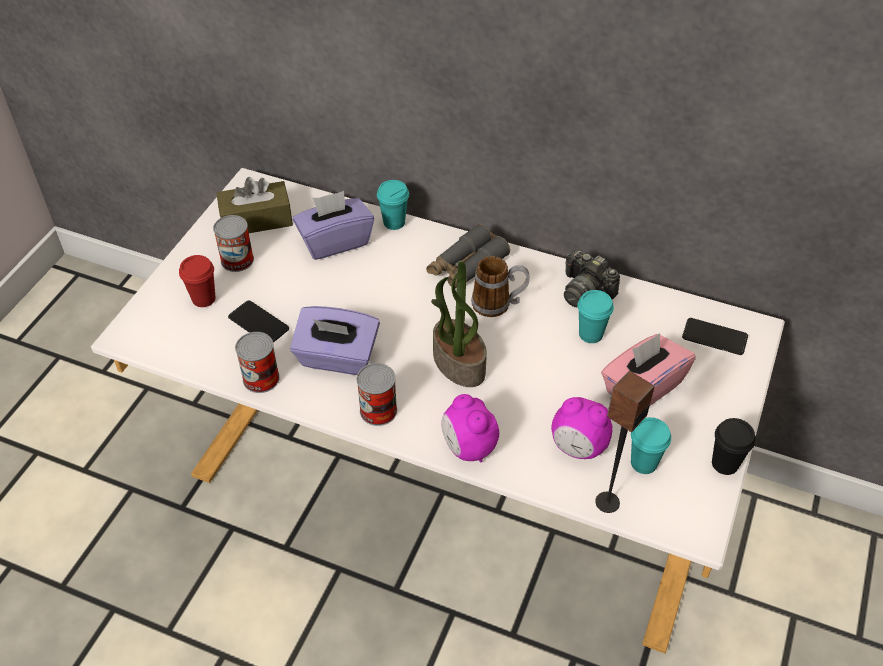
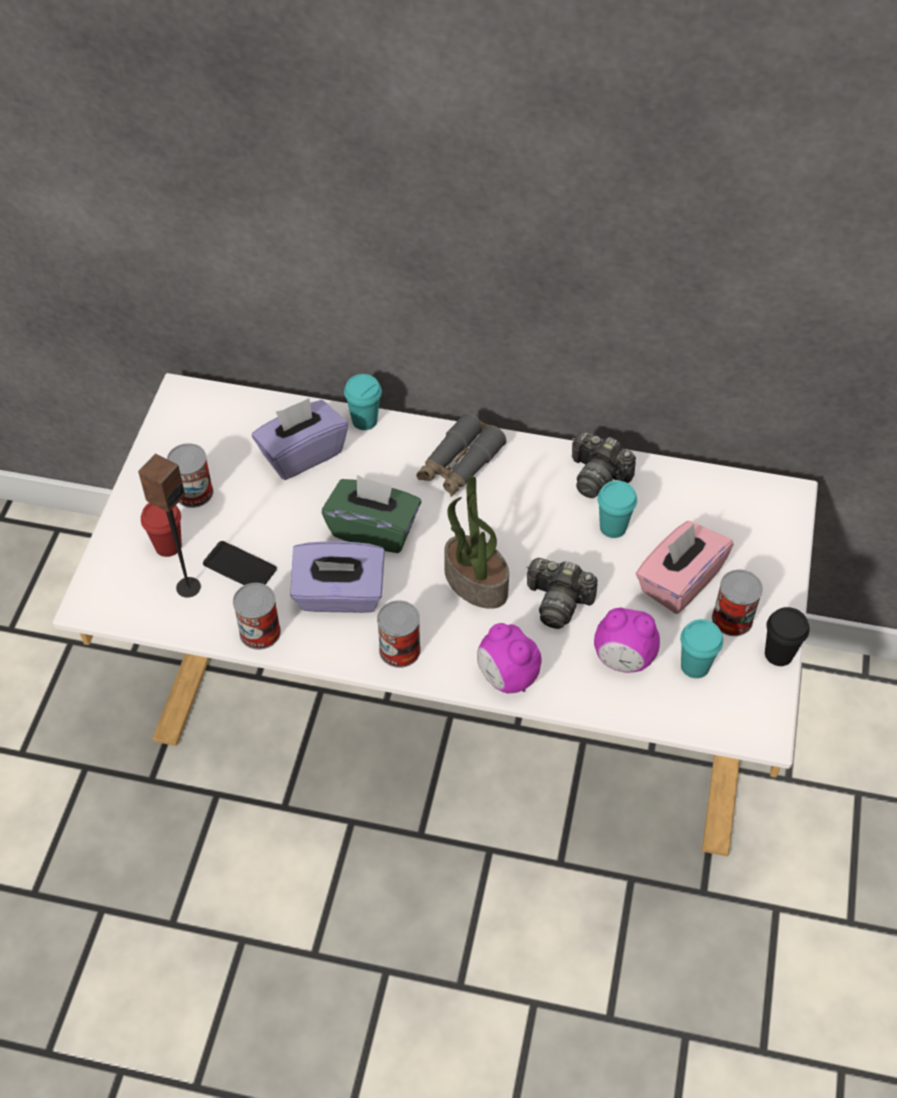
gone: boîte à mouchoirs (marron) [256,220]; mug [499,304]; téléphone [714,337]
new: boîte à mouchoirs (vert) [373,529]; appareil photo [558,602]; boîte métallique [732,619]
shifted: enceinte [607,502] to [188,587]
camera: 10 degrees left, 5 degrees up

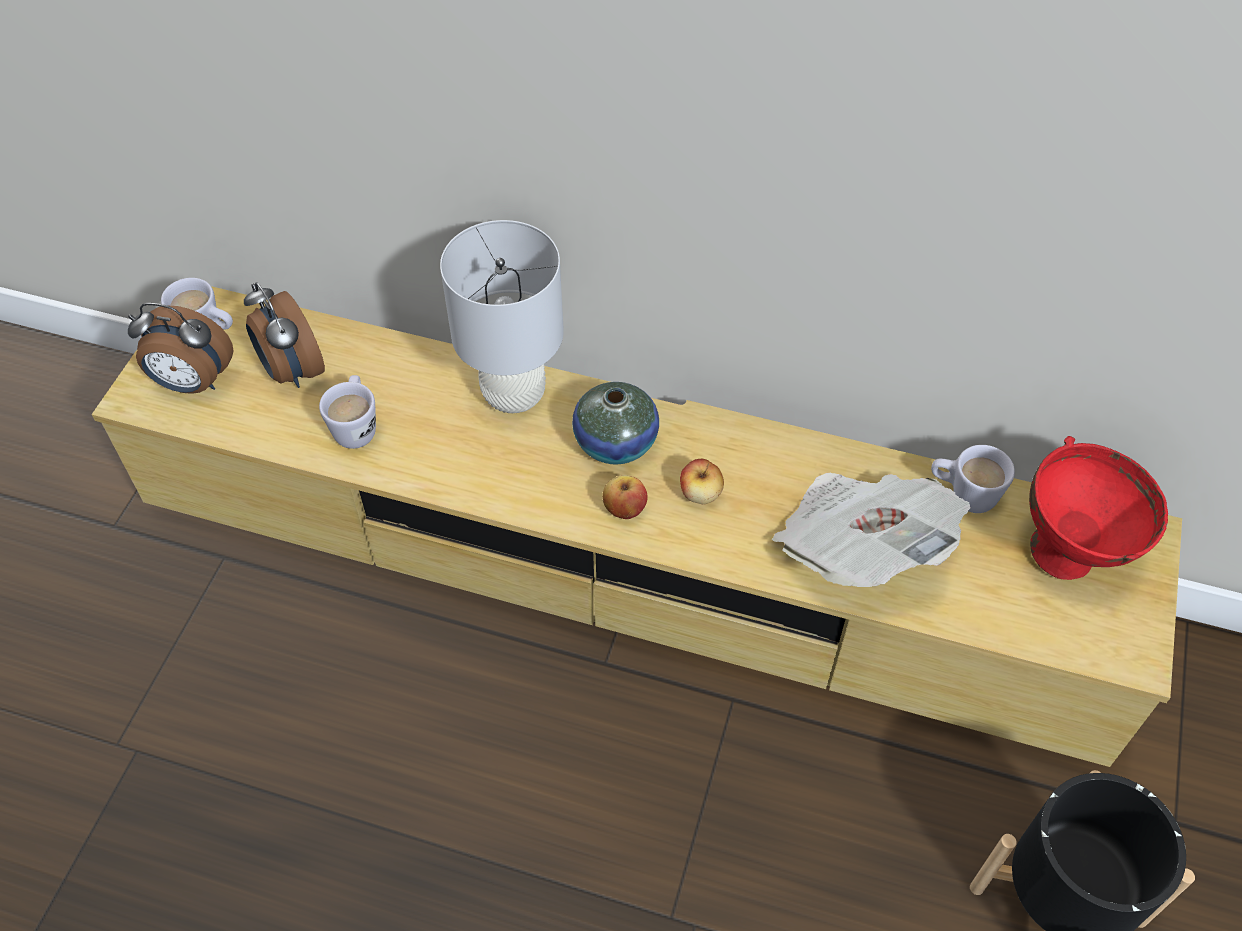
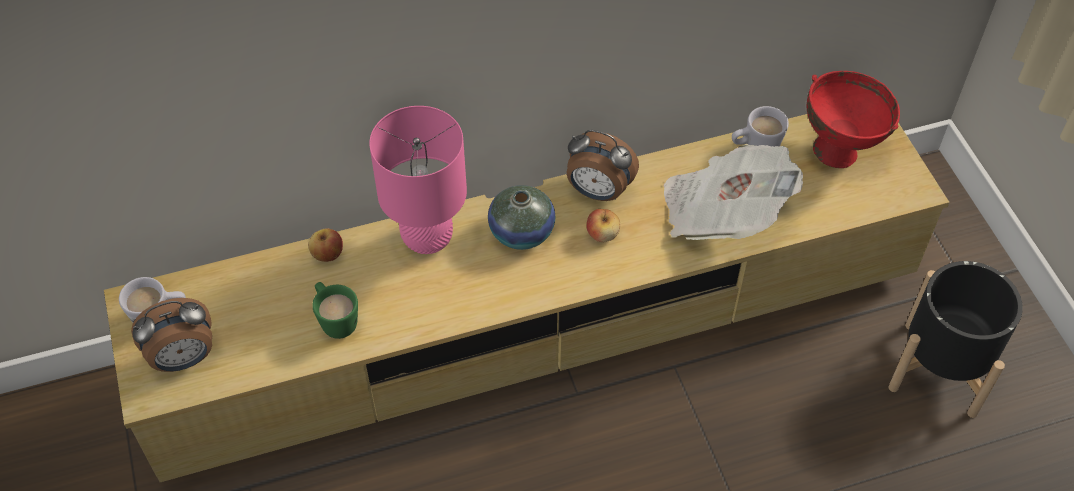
shifted: réveil [291,371] to [598,192]; pomme [624,508] to [327,254]
repainted: mug (blanc) [356,426] to mug (vert) [335,320]; lampe de table (gris) [514,393] to lampe de table (rose) [426,237]
camera: 35 degrees left, 0 degrees up

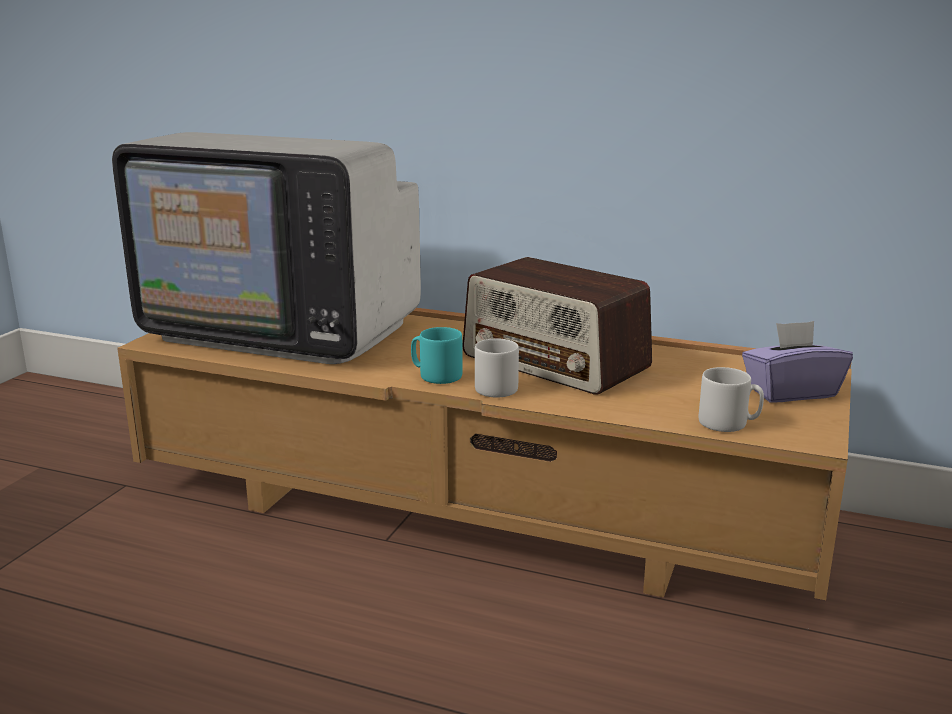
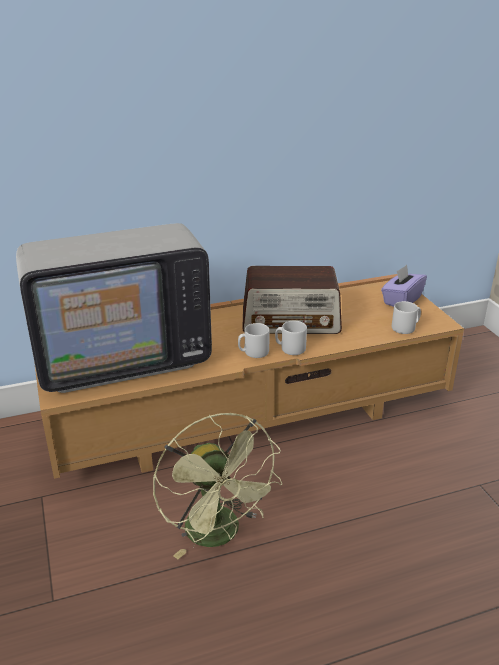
new: ventilateur (vert) [219,535]
repainted: mug (turquoise) [436,375] to mug (gris) [253,352]
camera: 40 degrees left, 10 degrees up

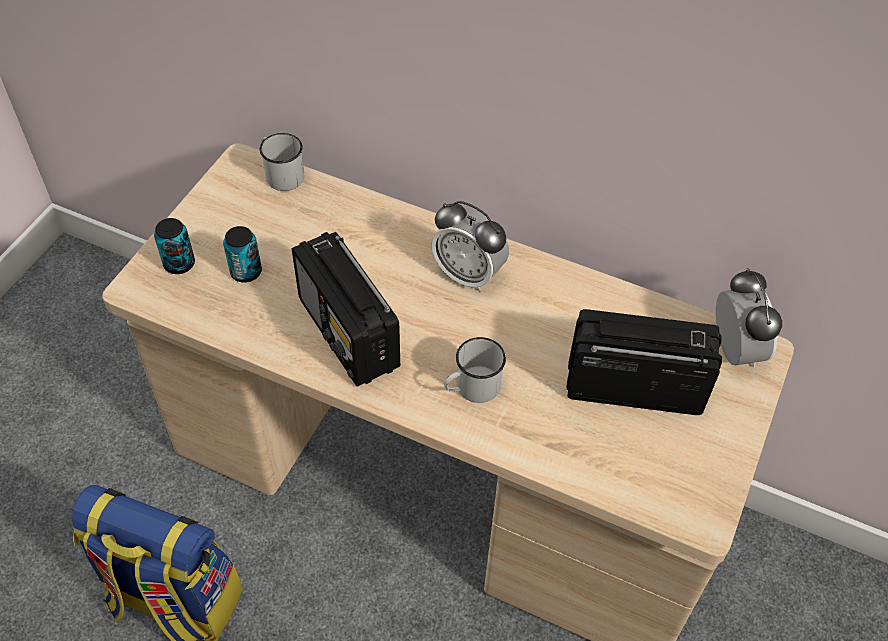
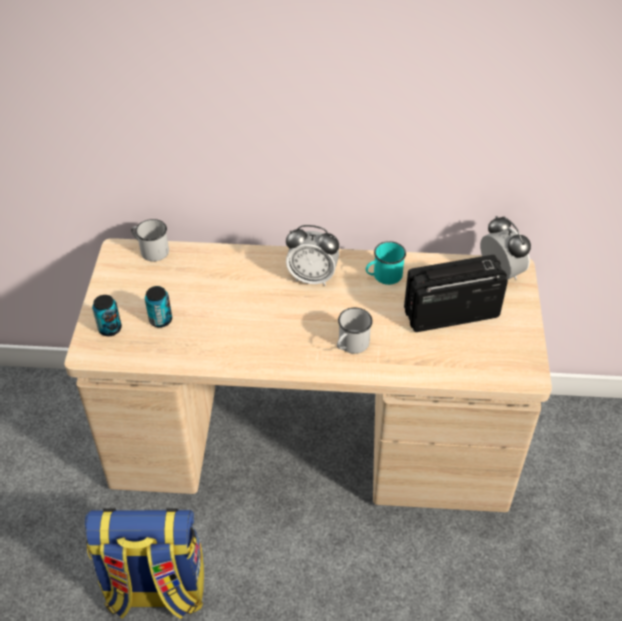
gone: radio [349,334]
new: mug (turquoise) [383,276]
camera: 20 degrees left, 5 degrees down

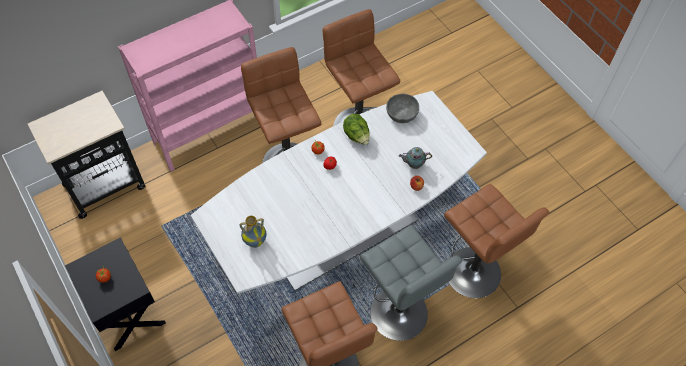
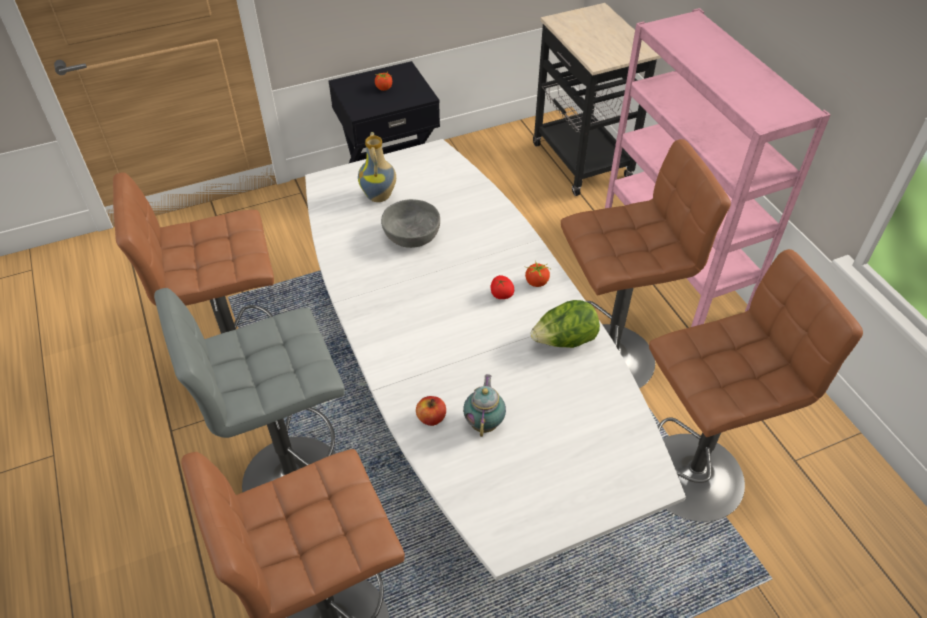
shifted: bol (gris) [401,114] to [411,235]
camera: 100 degrees right, 10 degrees down

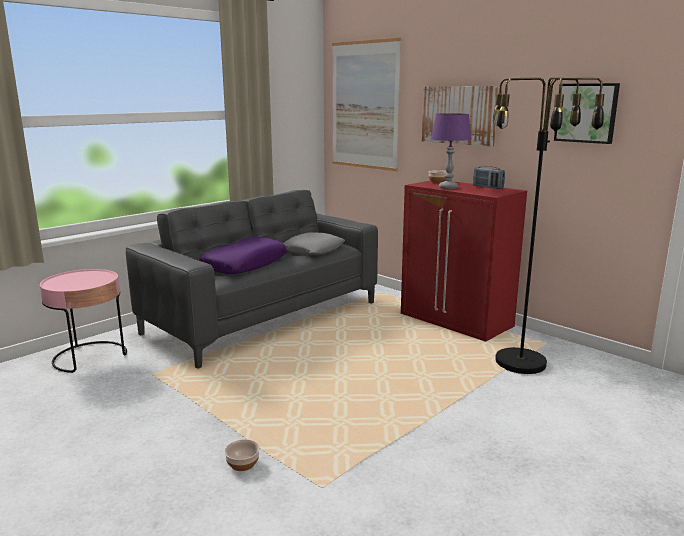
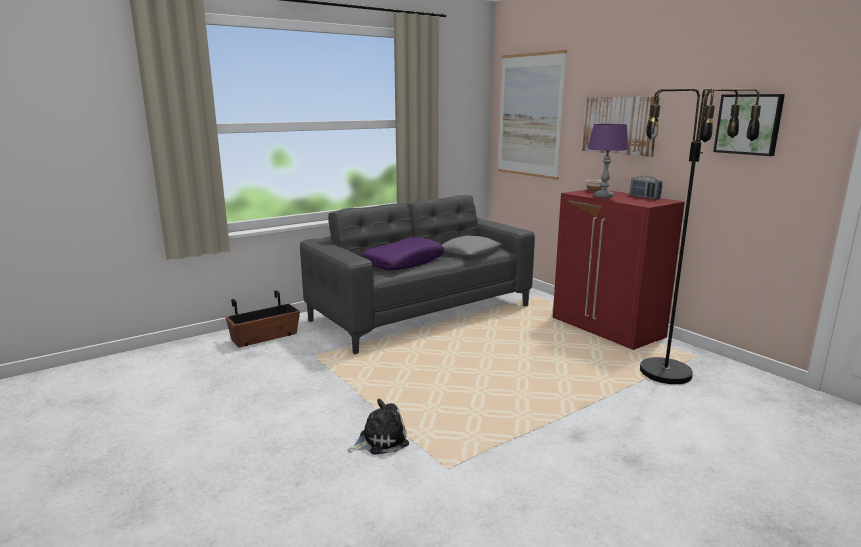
swapped: table d'appoint (rose) [90,357] to cache-pot [265,337]; bol [242,463] to peluche [380,440]
camera: 10 degrees right, 0 degrees up

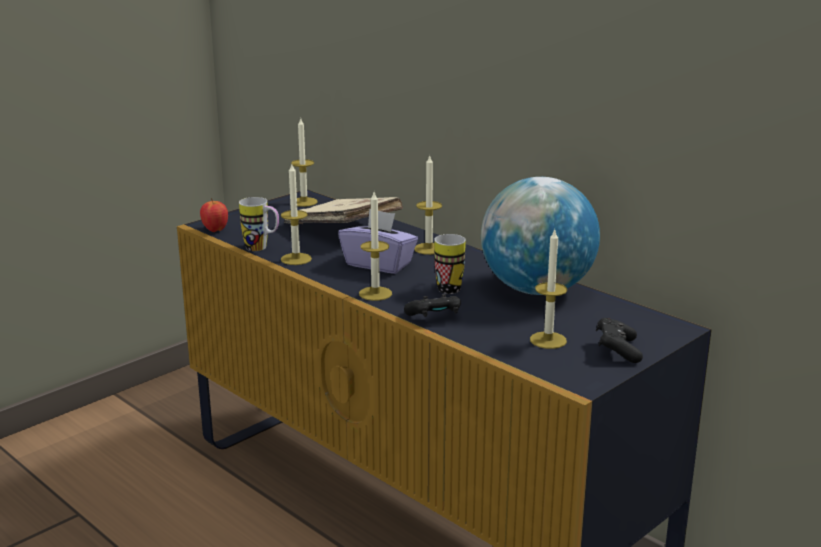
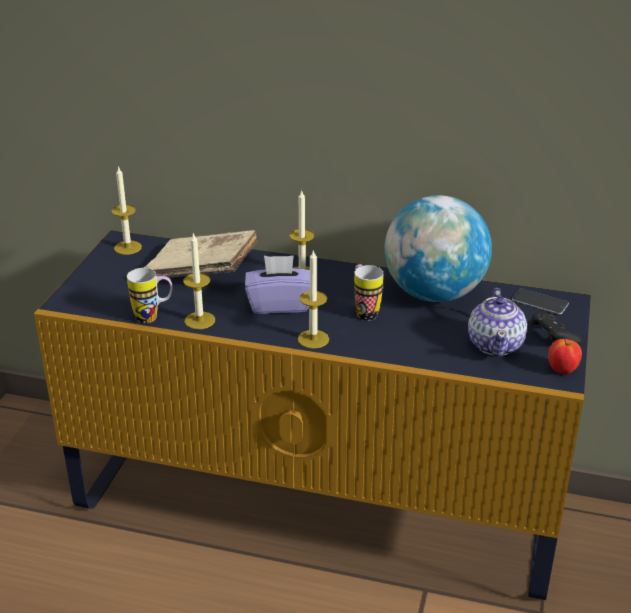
gone: manette (noir) [435,317]
new: téléphone [540,301]
shifted: pomme [215,230] to [562,370]
swapped: bougie [548,340] to théière [496,344]
camera: 30 degrees left, 10 degrees up

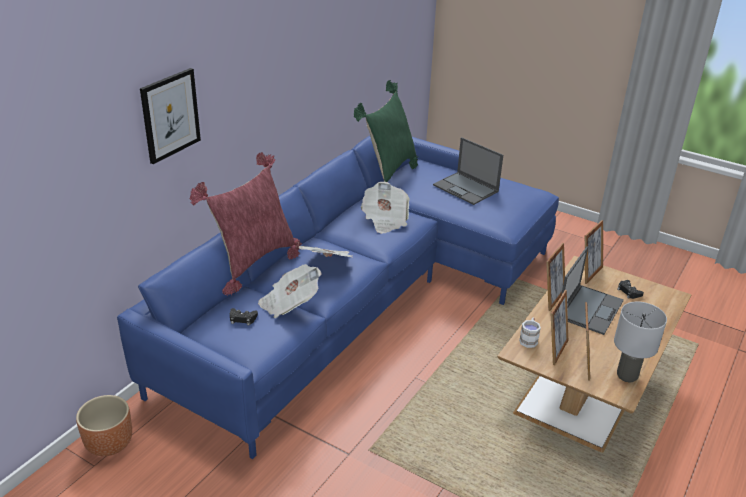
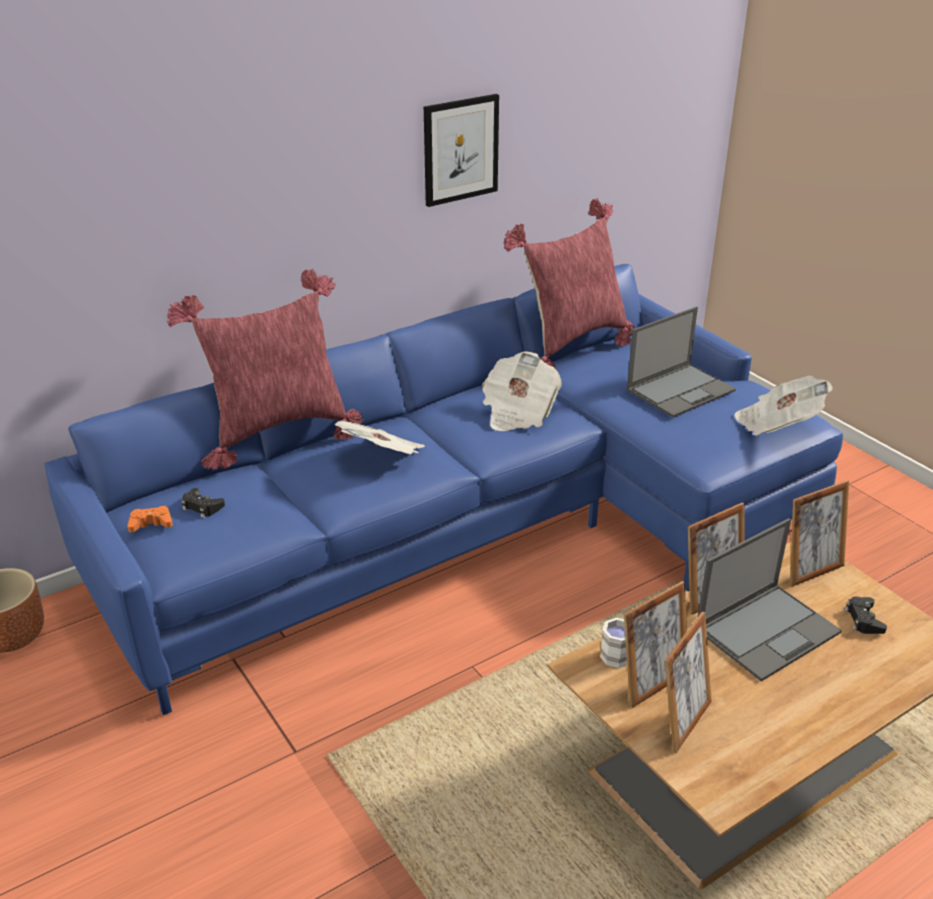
gone: lampe de table (blanc) [626,375]
new: manette (orange) [151,524]
shifted: tableau [170,115] to [460,150]; journal [289,304] to [777,424]
repainted: coussin (vert) [386,179] to coussin (rouge) [568,353]
rotated: ordinateur portable [466,188] = [681,390] 105 degrees counterclockwise
camera: 25 degrees right, 0 degrees up

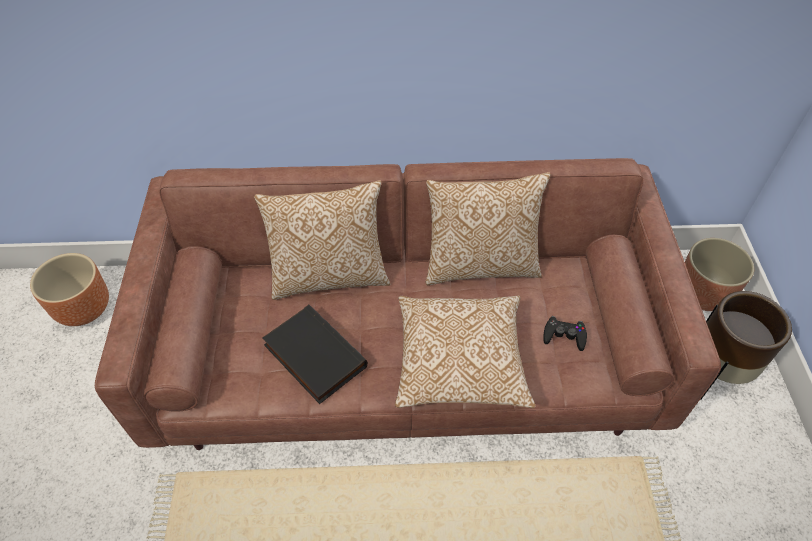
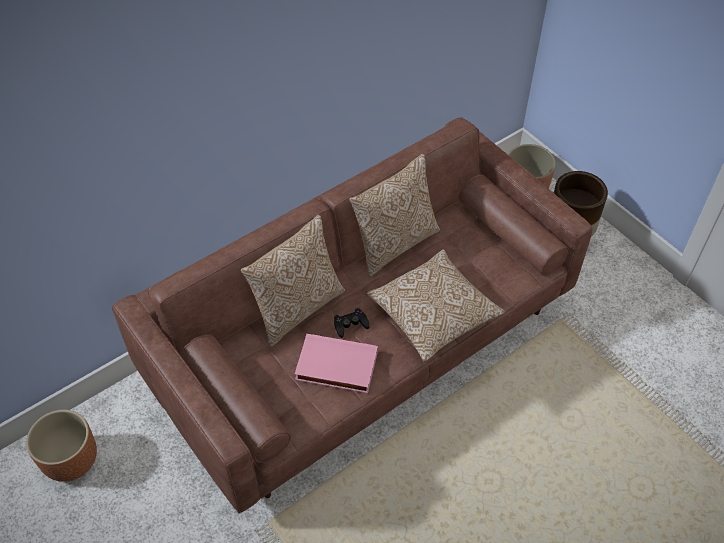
shifted: manette (noir) [564,336] to [350,325]
repainted: livre (noir) [313,357] to livre (rose) [335,367]
camera: 35 degrees left, 0 degrees up

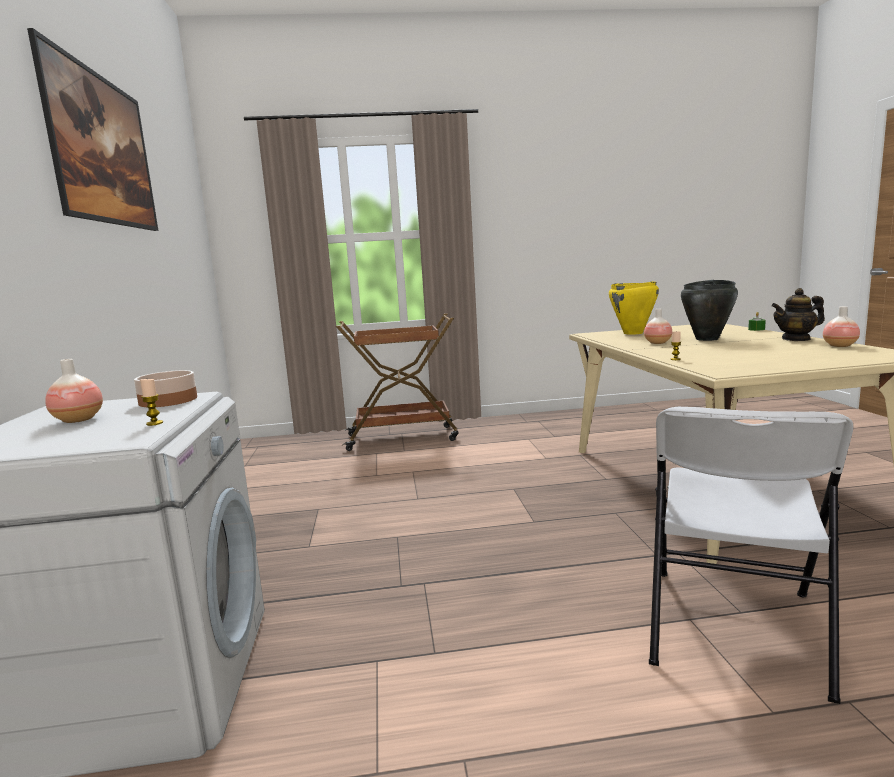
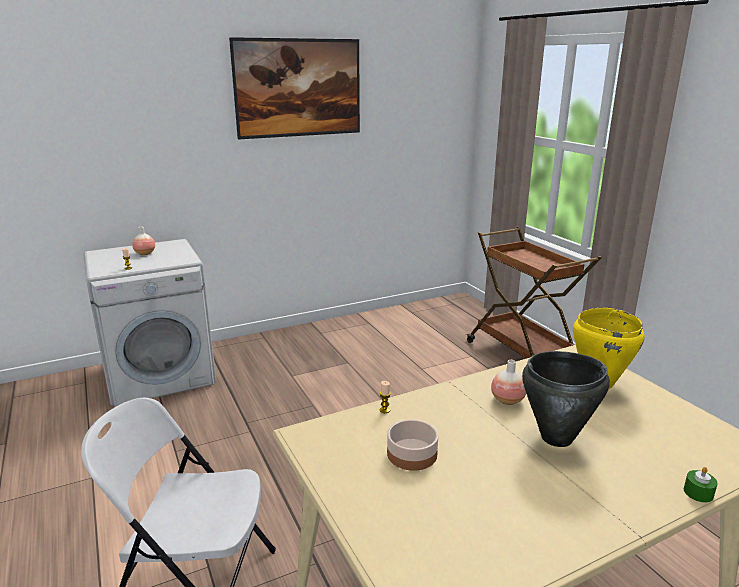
gone: théière [796,339]; vase [839,346]
shifted: bol [168,400] to [412,453]
camera: 70 degrees right, 10 degrees up

